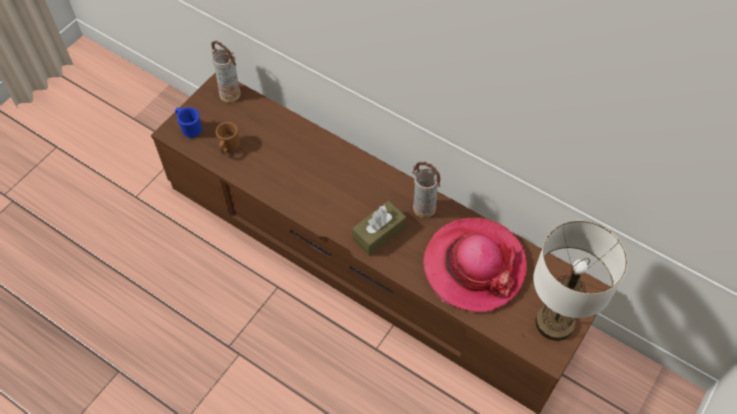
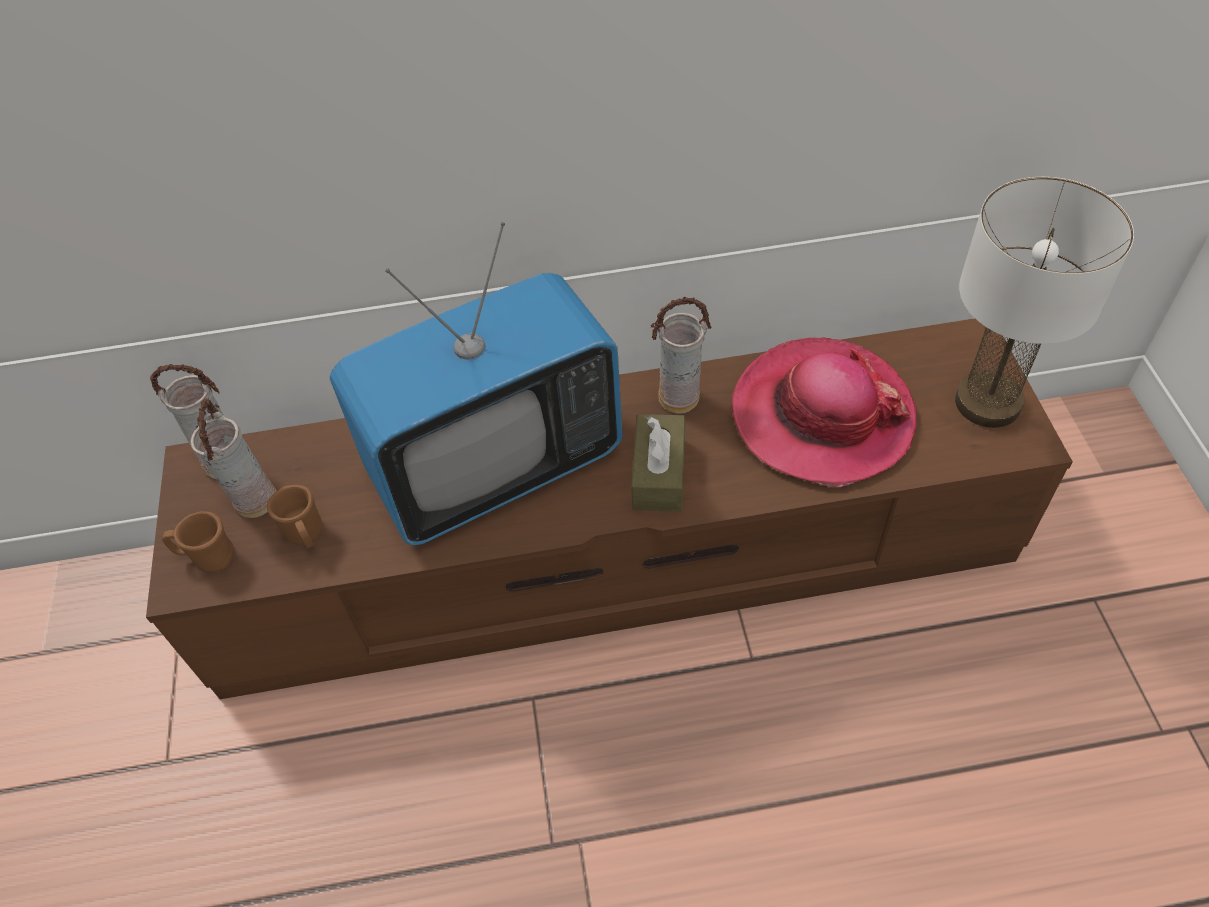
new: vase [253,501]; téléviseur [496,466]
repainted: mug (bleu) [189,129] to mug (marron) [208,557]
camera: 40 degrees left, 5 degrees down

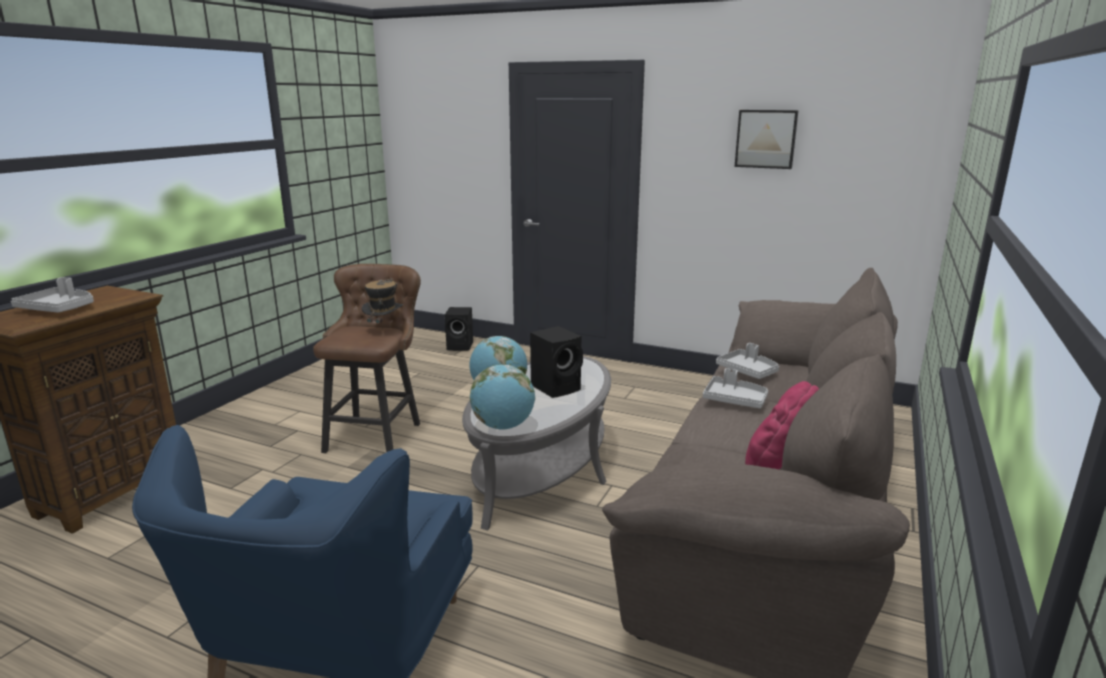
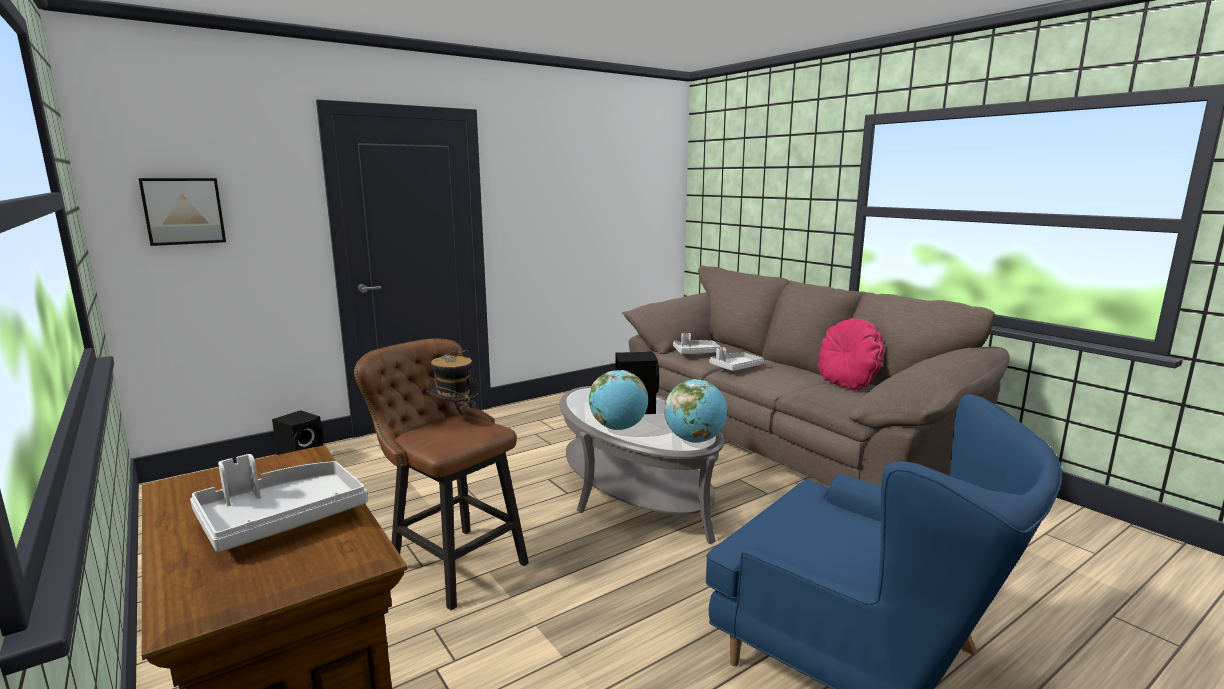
shifted: tableau [766,139] to [183,211]
camera: 60 degrees left, 5 degrees down

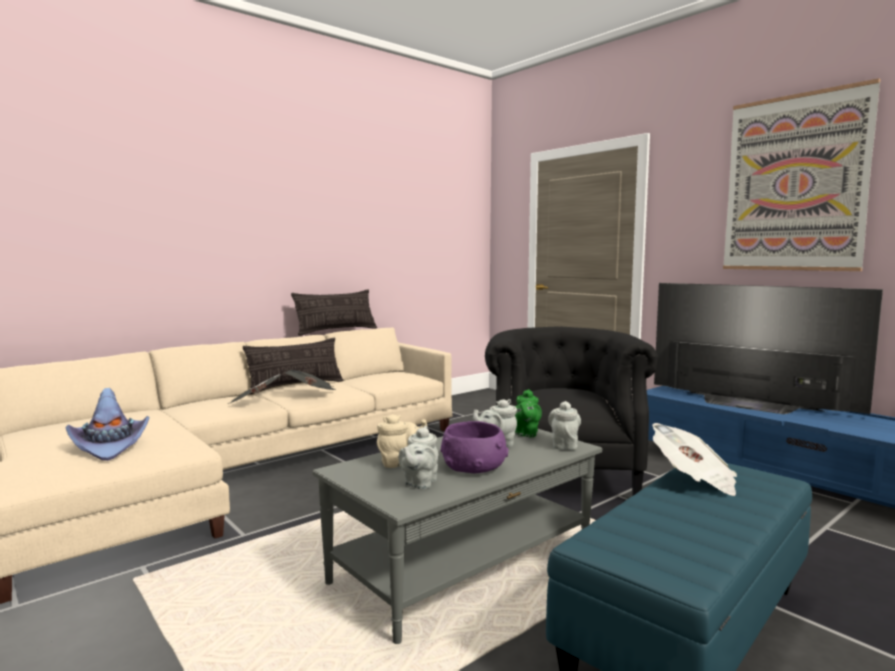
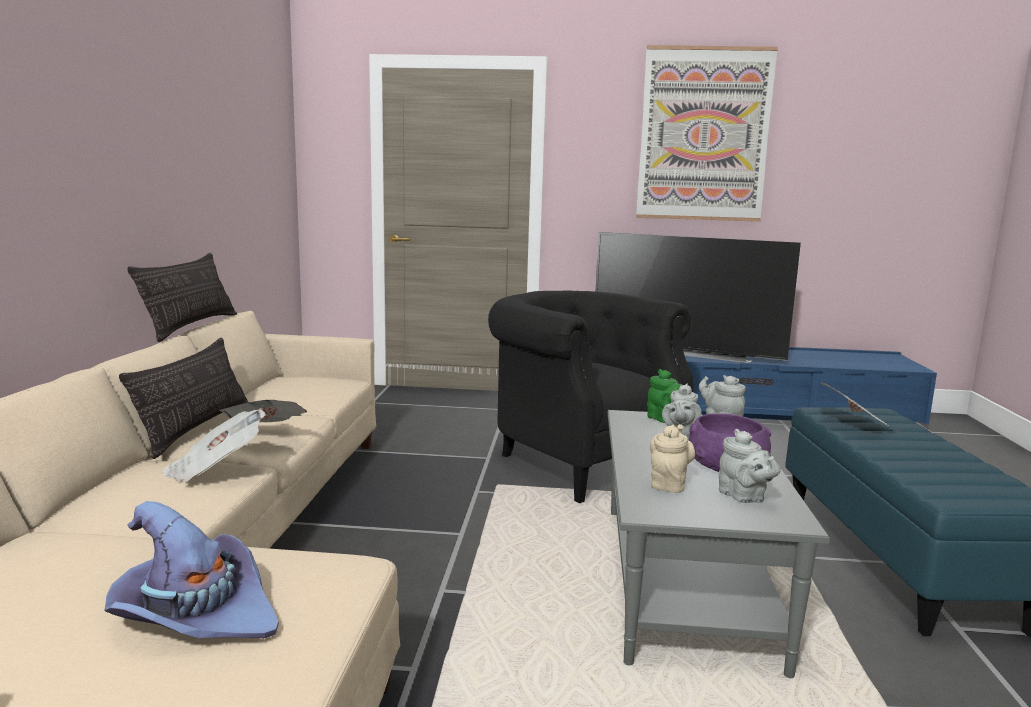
rotated: téléviseur [749,403] = [686,352] 150 degrees counterclockwise
camera: 45 degrees left, 5 degrees up

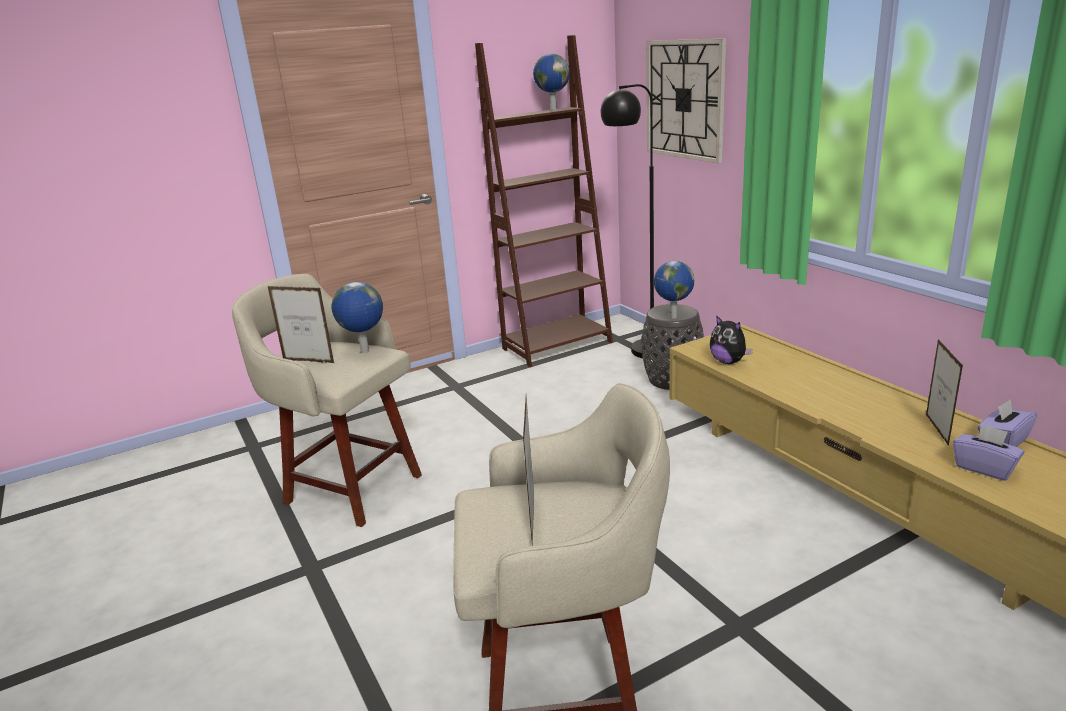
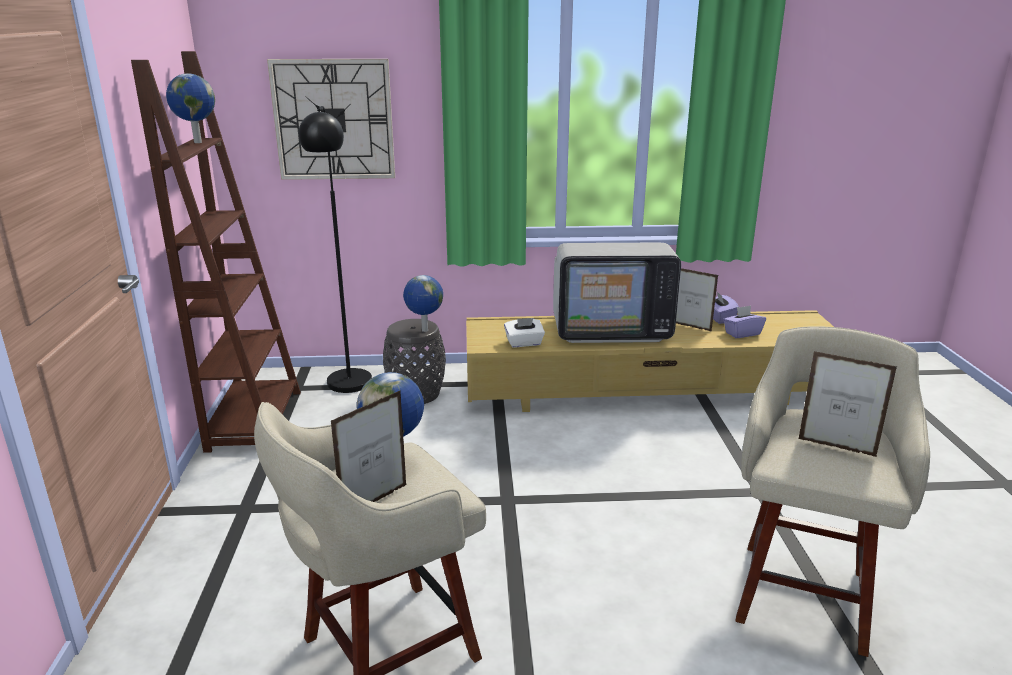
new: téléviseur [610,330]
swapped: peluche [728,362] to boîte à mouchoirs (blanc) [524,343]
camera: 65 degrees left, 0 degrees up

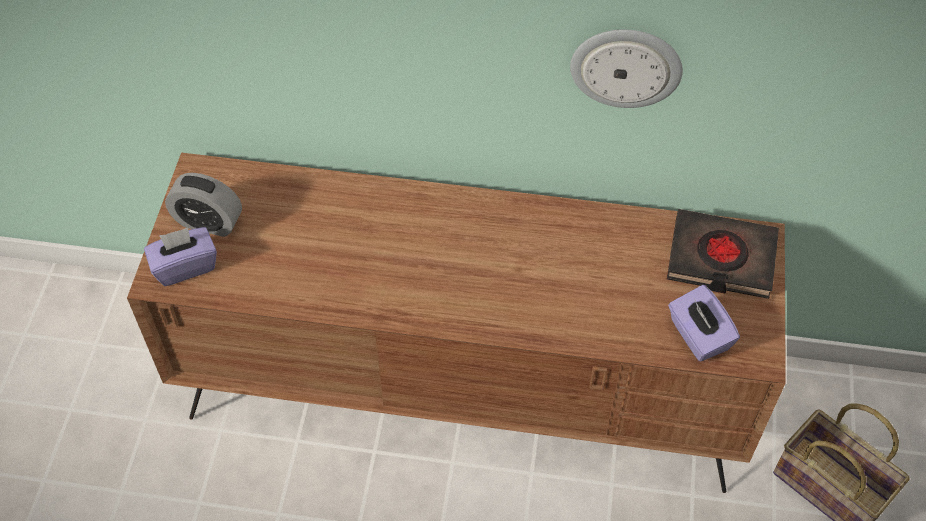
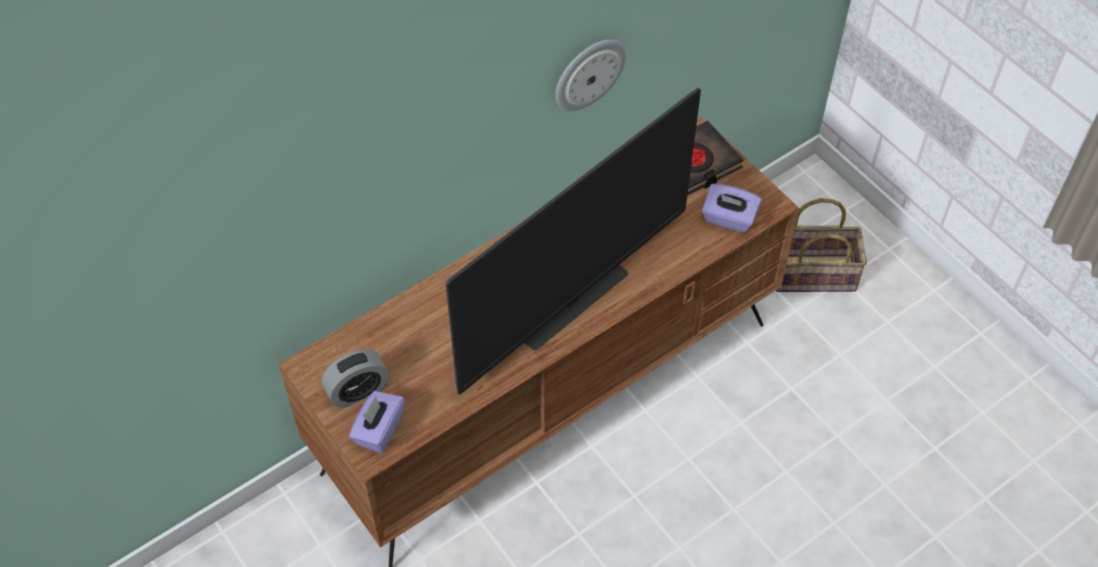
new: téléviseur [573,304]
camera: 45 degrees left, 0 degrees up

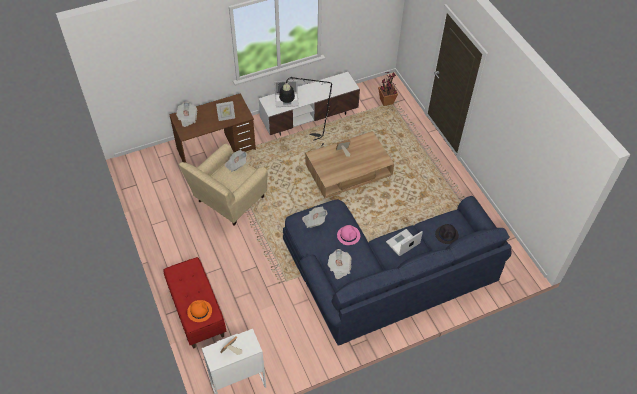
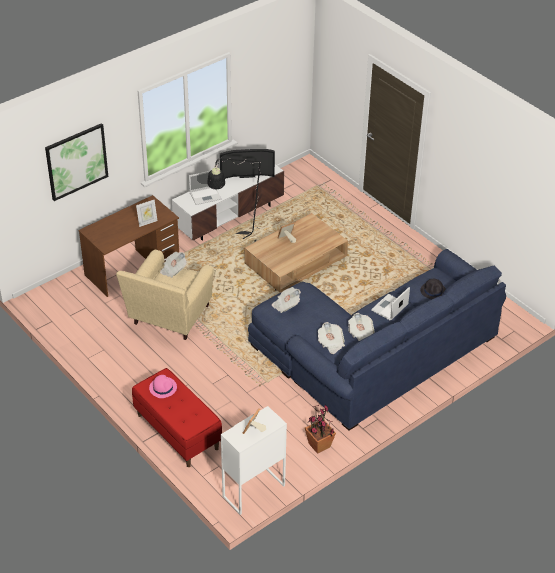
gone: chapeau (orange) [199,311]
new: tableau [76,161]; téléviseur [246,174]
shifted: journal [187,118] to [361,334]; chapeau (rose) [348,235] to [163,387]; plante en pot [386,101] to [319,445]
camera: 15 degrees left, 10 degrees down

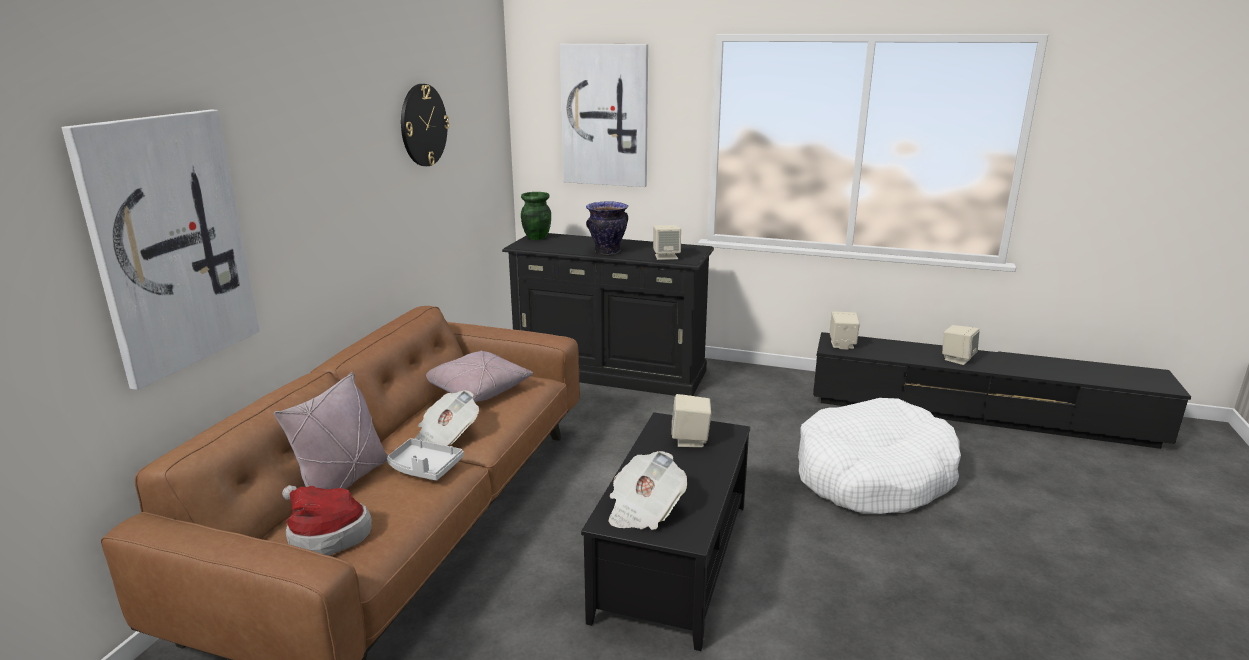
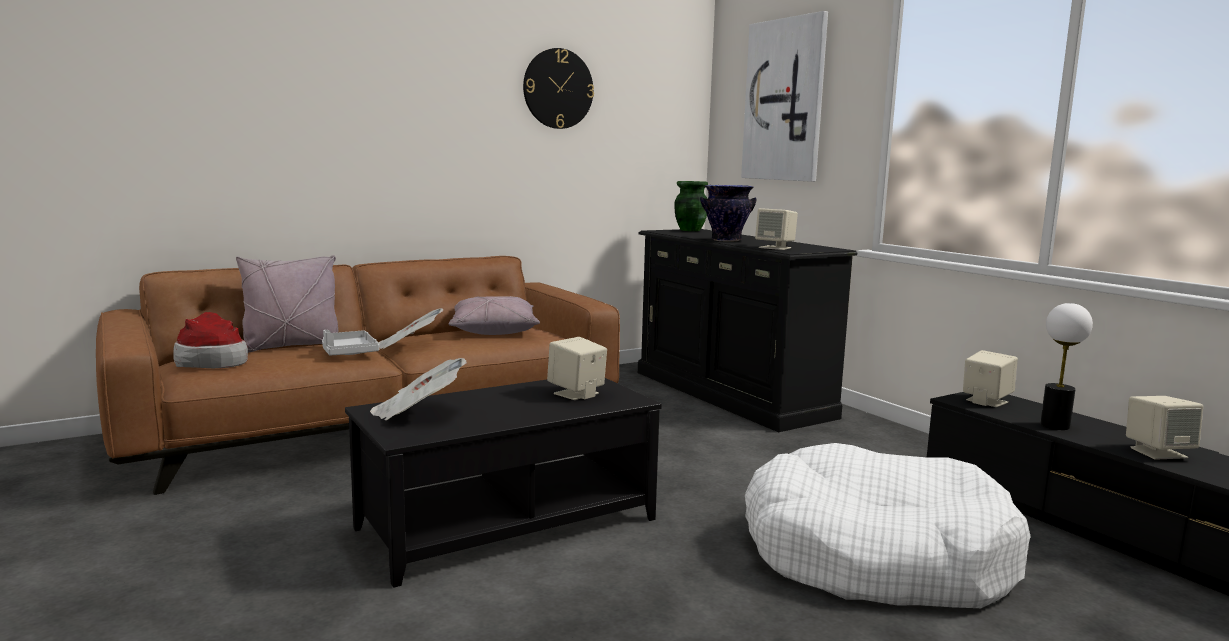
gone: tableau [170,244]
new: lampe de table [1054,425]
camera: 40 degrees right, 10 degrees down

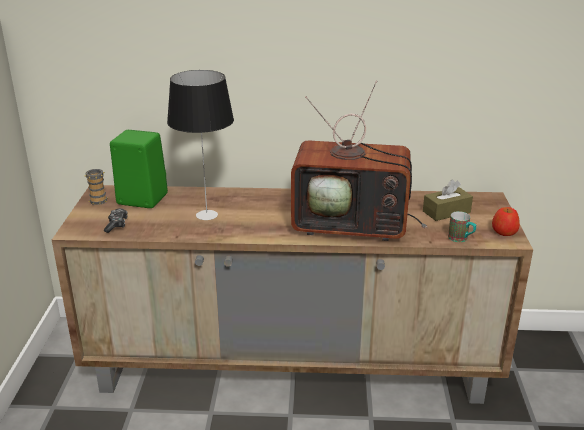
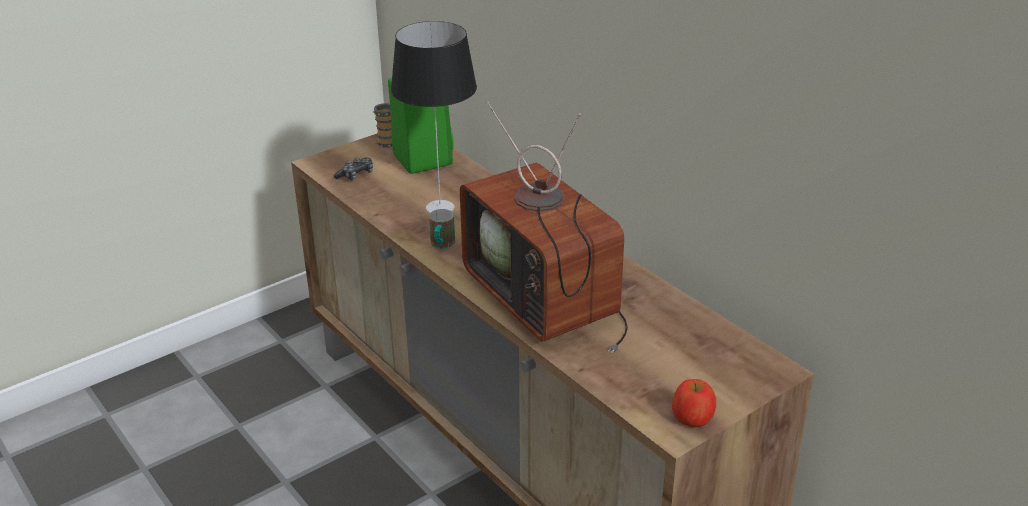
gone: boîte à mouchoirs (marron) [446,212]
shifted: mug [461,239] to [441,245]
camera: 50 degrees right, 5 degrees up

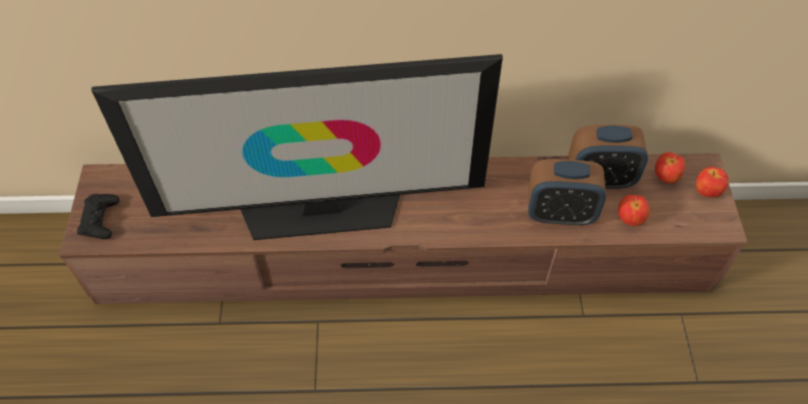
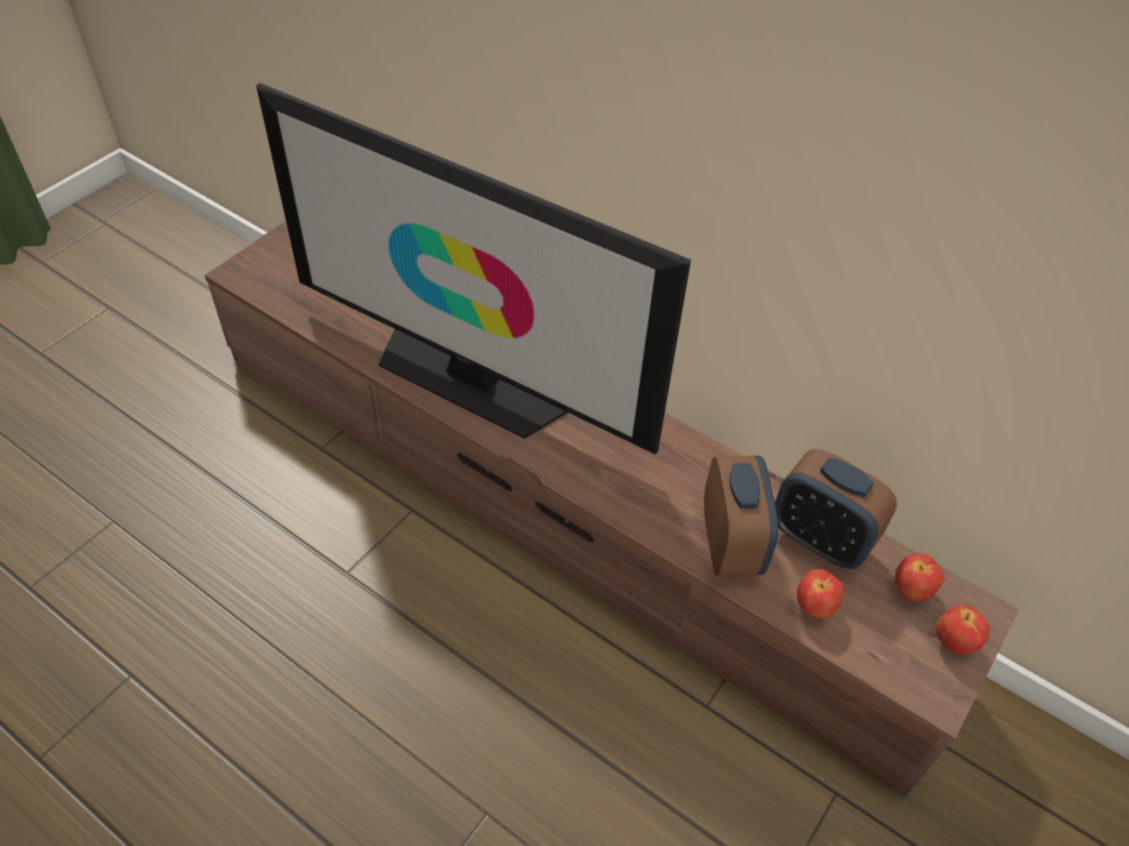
gone: manette (noir) [100,219]
rotated: réveil [559,213] = [730,545] 135 degrees counterclockwise
camera: 35 degrees right, 5 degrees down

